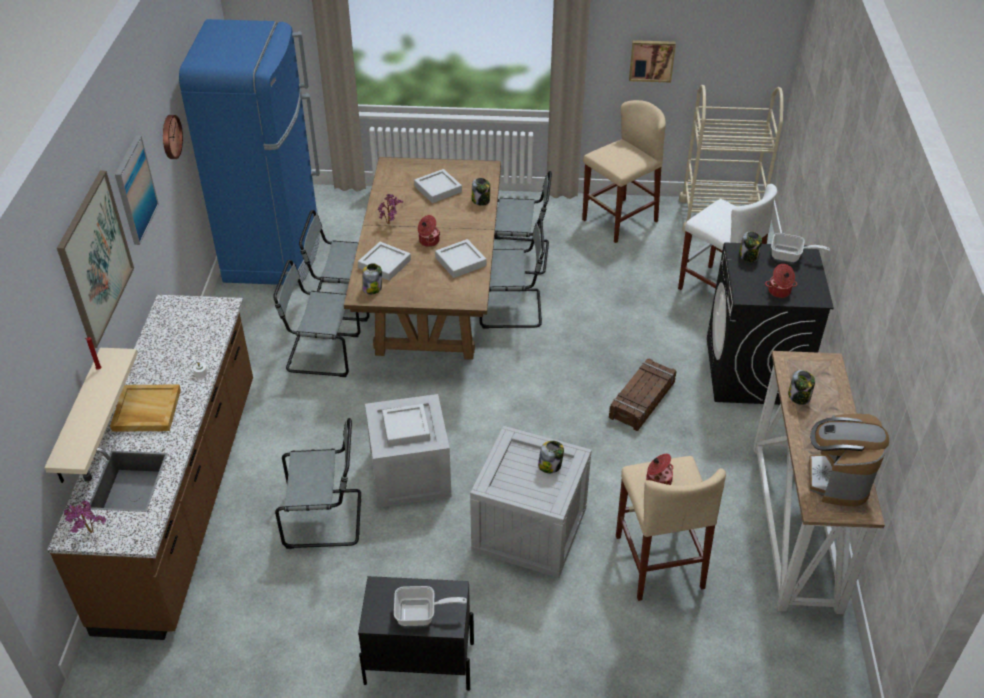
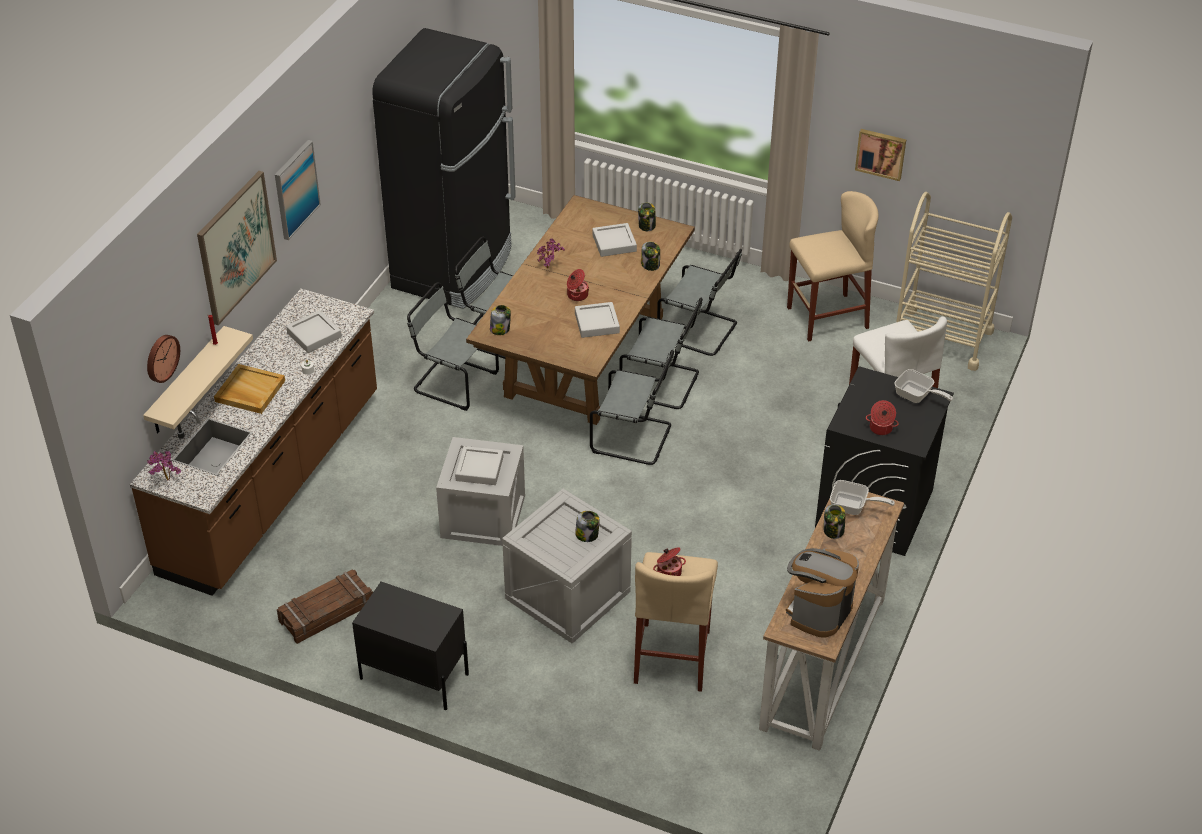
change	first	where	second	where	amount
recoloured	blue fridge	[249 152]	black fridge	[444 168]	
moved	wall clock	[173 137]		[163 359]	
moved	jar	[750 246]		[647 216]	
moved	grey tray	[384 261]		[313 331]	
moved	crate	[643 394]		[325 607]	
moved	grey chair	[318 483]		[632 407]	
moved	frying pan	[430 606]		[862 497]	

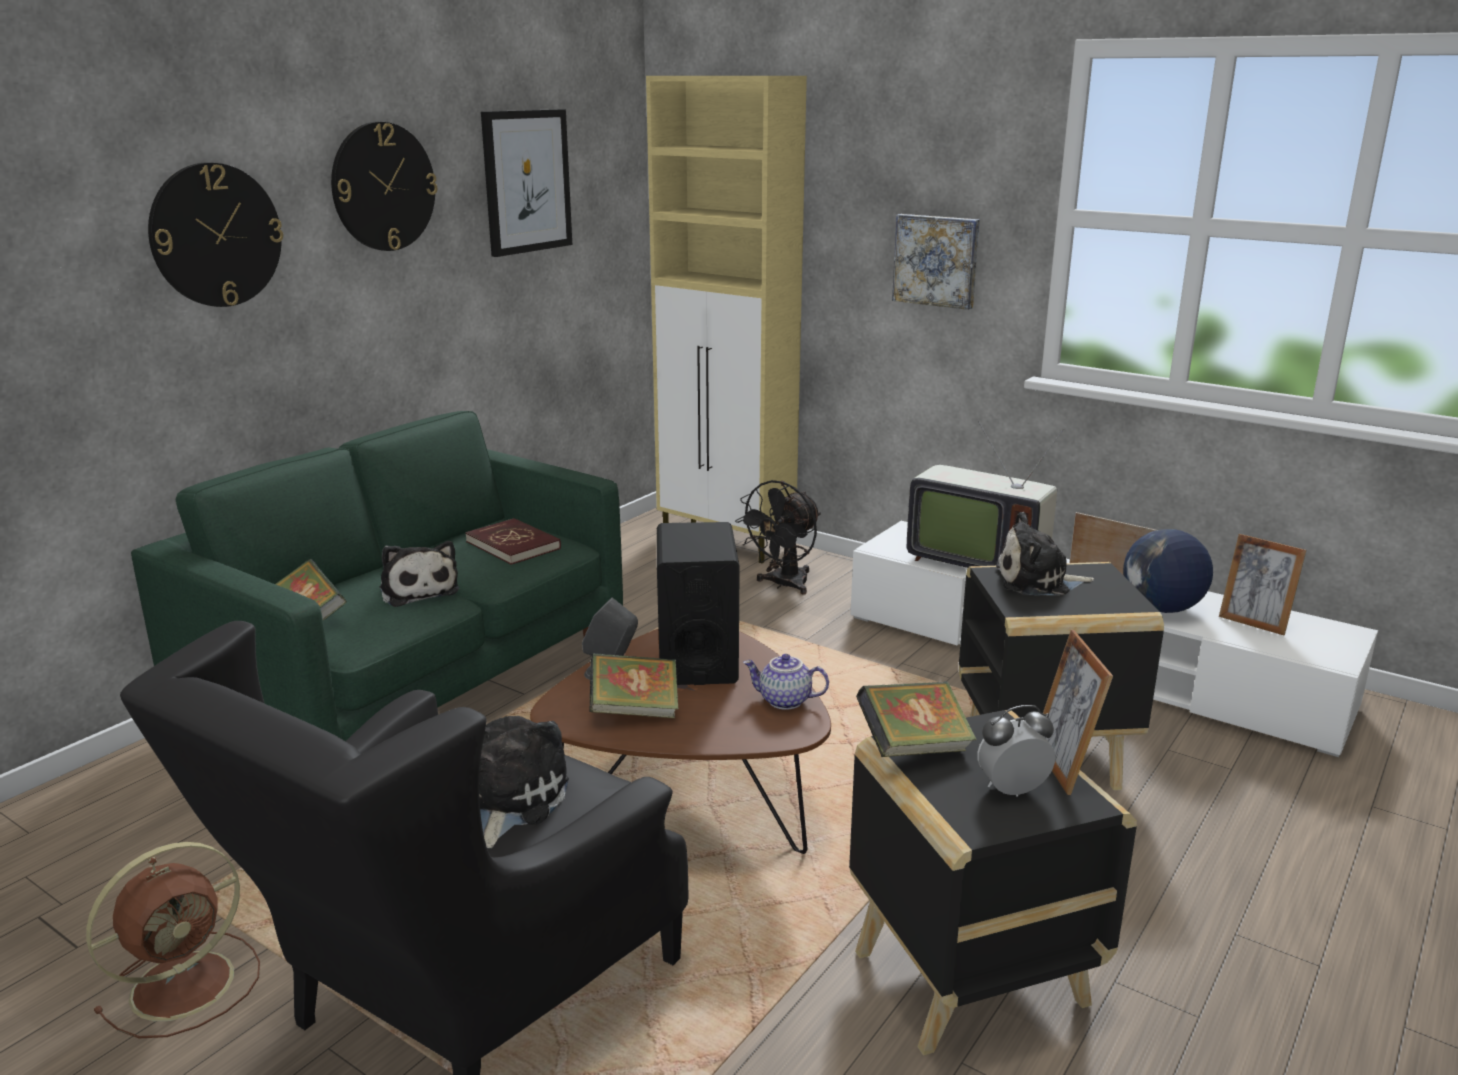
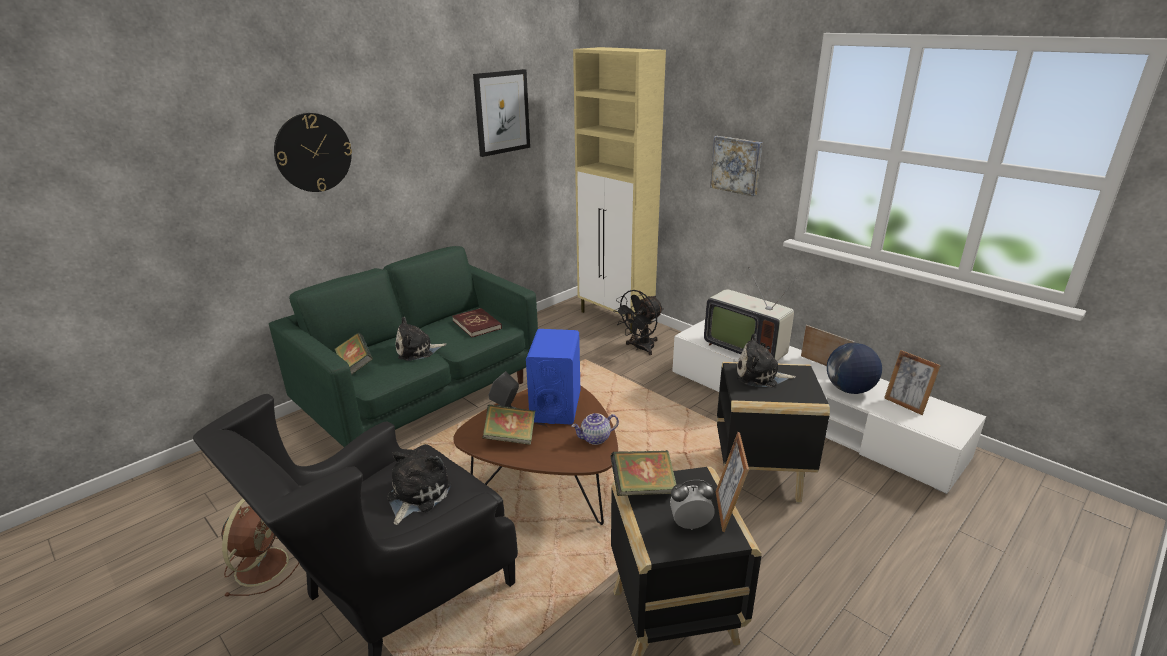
change	first	where	second	where	amount
removed	wall clock	[384 186]			
recoloured	black speaker	[698 603]	blue speaker	[553 376]	
turned	plush toy	[420 574]		[421 339]	90 degrees clockwise
turned	teapot	[786 682]		[595 429]	45 degrees counterclockwise
turned	brown fan	[173 940]		[260 547]	45 degrees counterclockwise

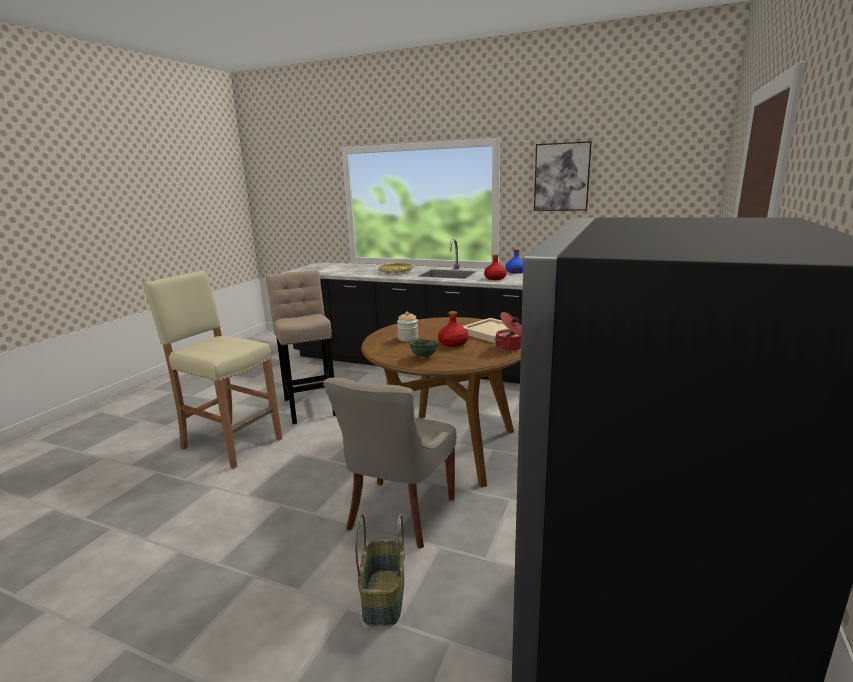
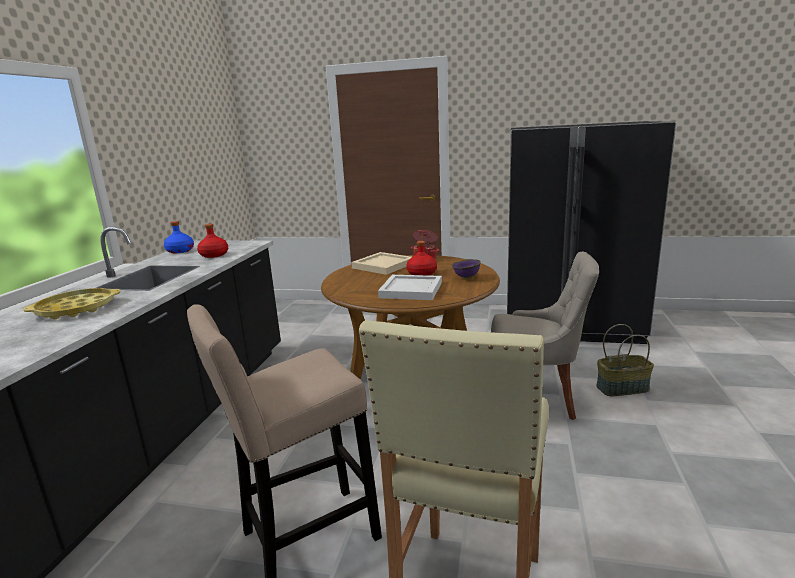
change	first	where	second	where	amount
removed	picture	[563 176]			
replaced	jar	[407 326]	white tray	[410 287]	
recoloured	green bowl	[423 349]	purple bowl	[466 269]	

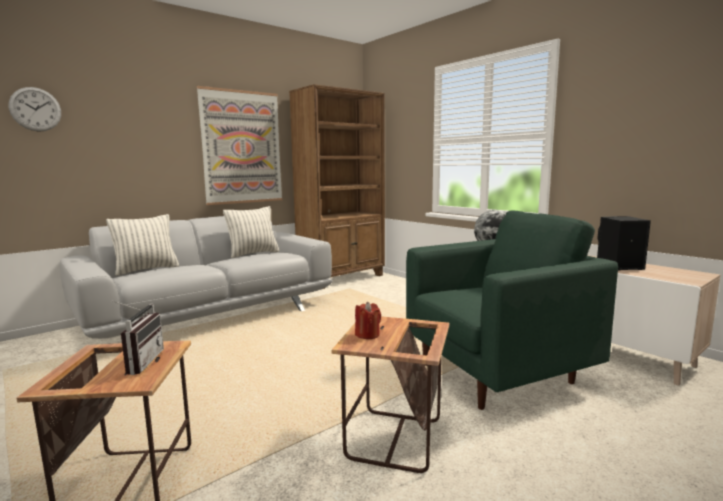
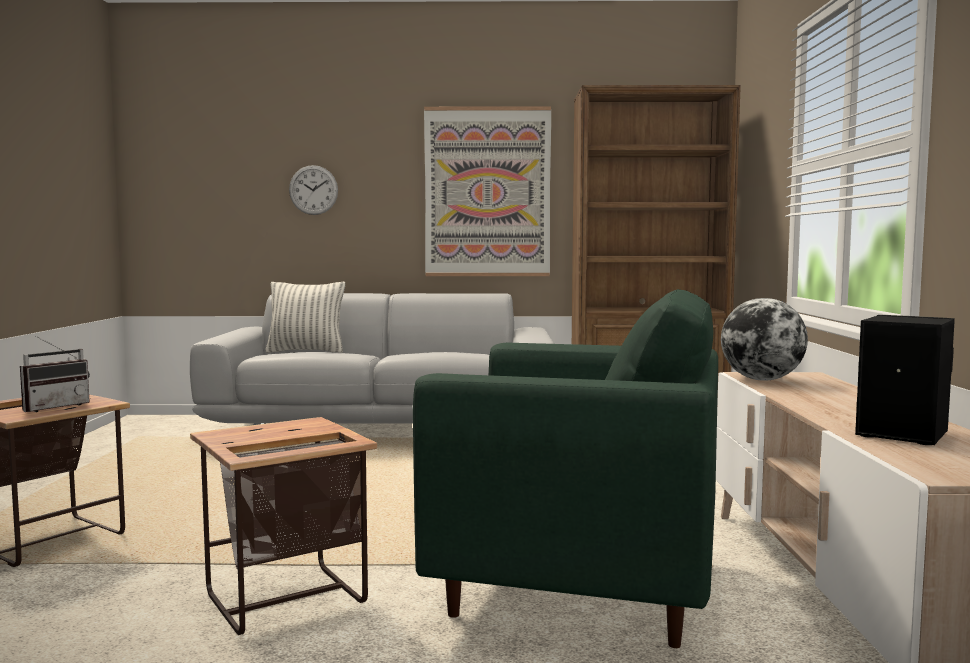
change	first	where	second	where	amount
moved	wall clock	[35 109]		[313 190]	
removed	pillow	[251 232]			
removed	red candle	[368 320]			

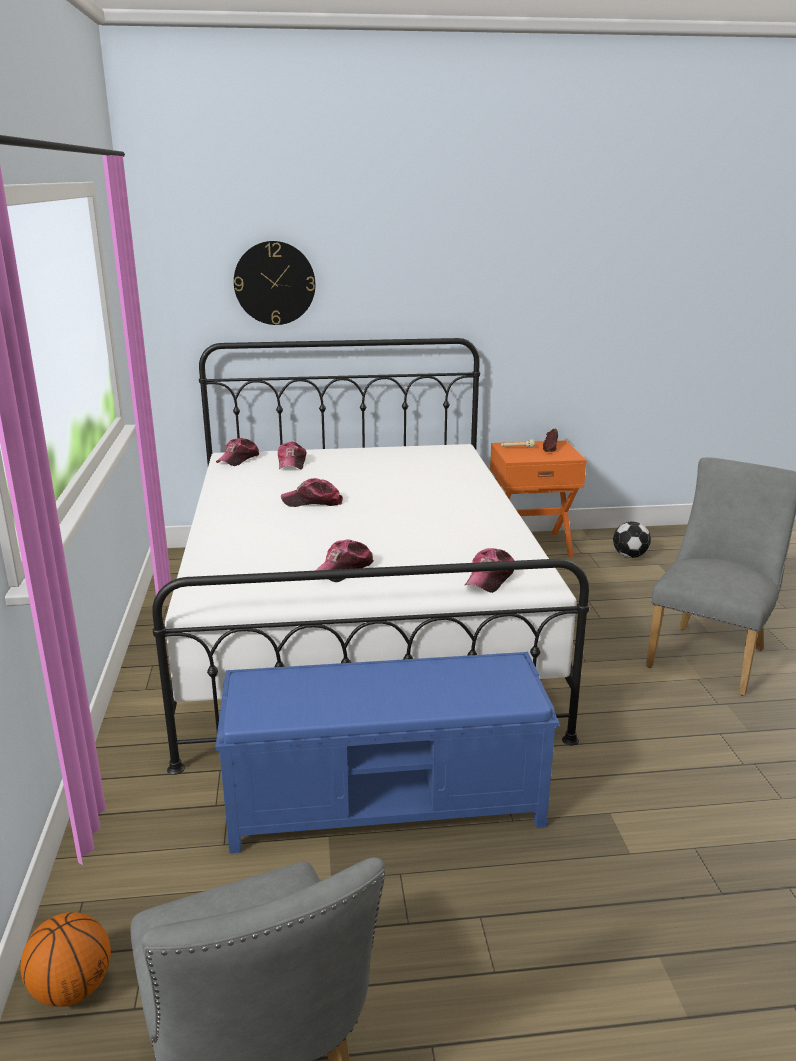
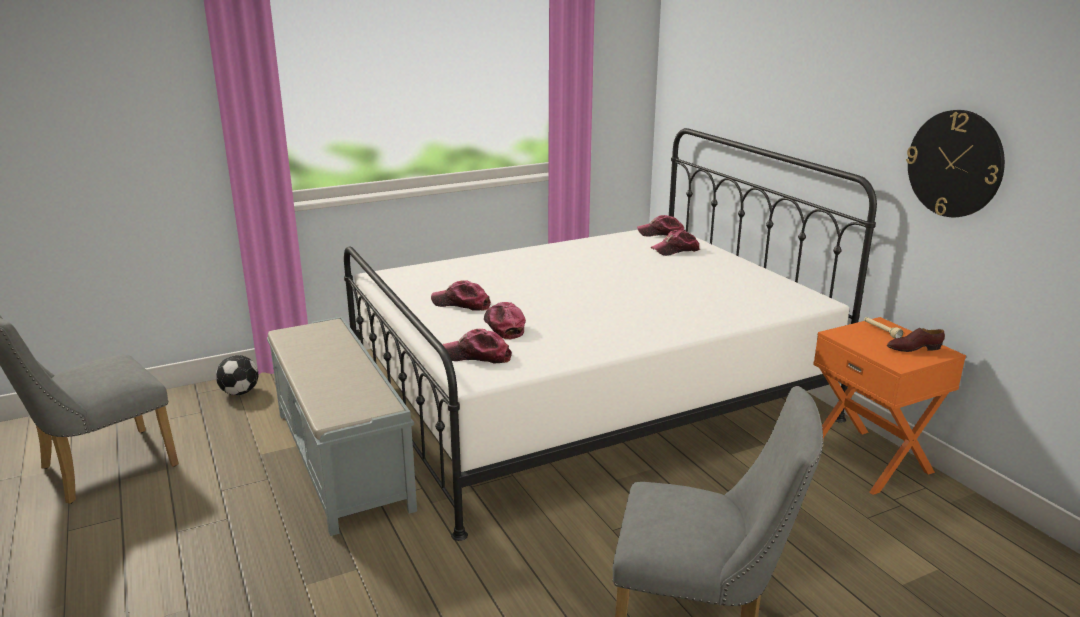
change	first	where	second	where	amount
moved	wall clock	[274 283]		[955 163]	
moved	cap	[312 492]		[505 320]	
moved	football	[632 539]		[237 375]	
recoloured	blue bench	[387 752]	grey bench	[342 426]	
removed	basketball	[65 959]			

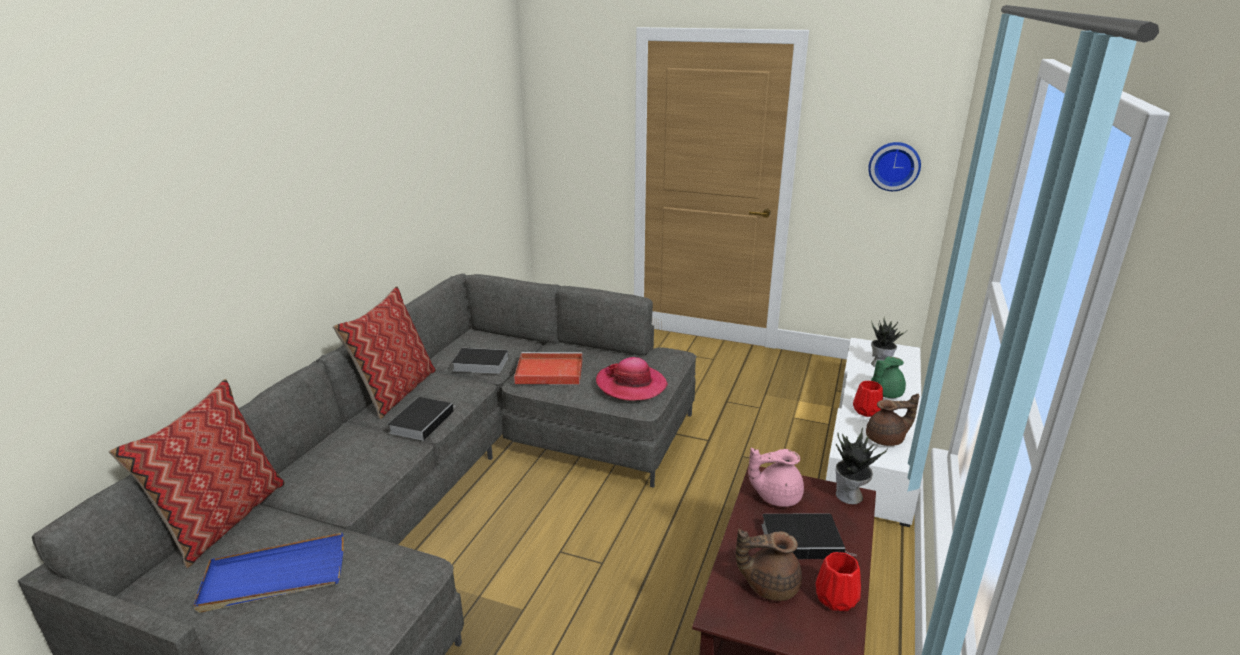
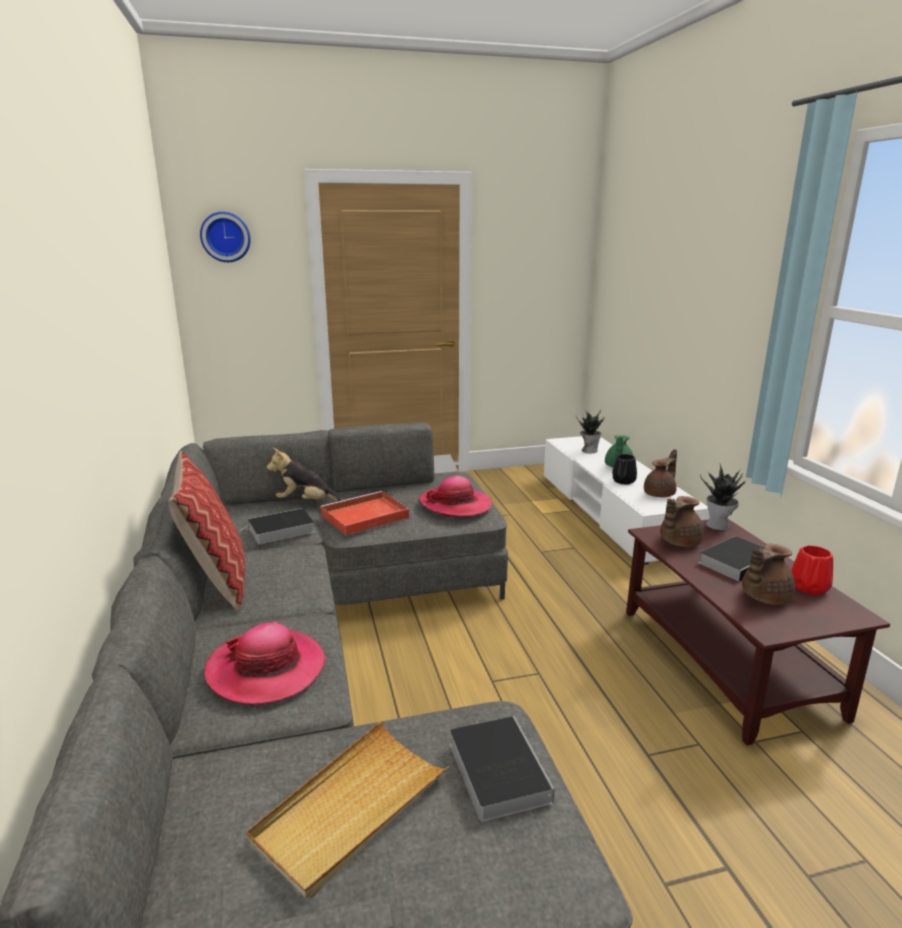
change	first	where	second	where	amount
moved	wall clock	[894 166]		[225 237]	
removed	pillow	[197 473]			
recoloured	red vase	[868 399]	black vase	[624 469]	
moved	book	[422 419]		[502 769]	
recoloured	pink teapot	[776 477]	brown teapot	[681 521]	
recoloured	blue tray	[268 572]	beige tray	[348 809]	
added			plush toy	[305 475]	
added			hat	[265 663]	

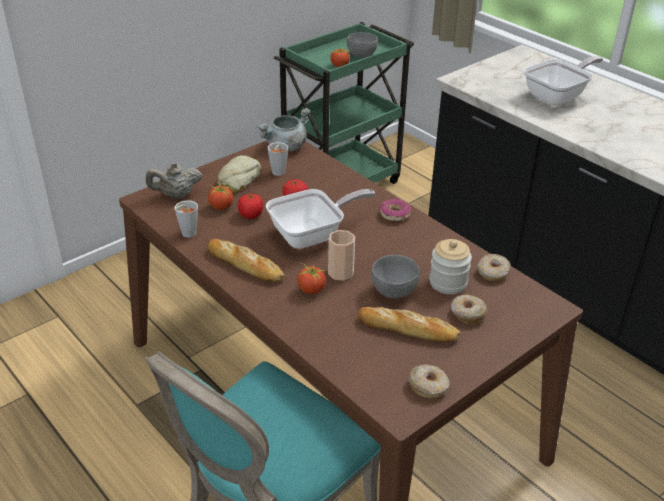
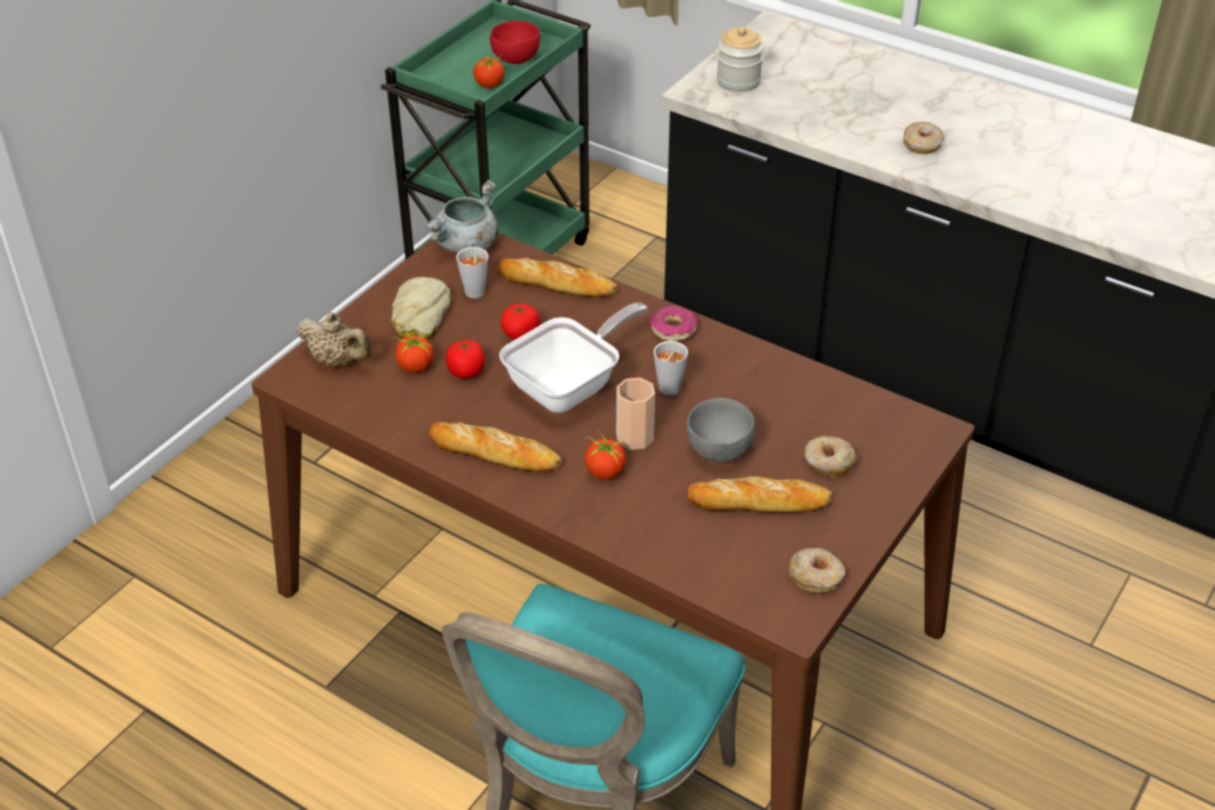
change	first	where	second	where	amount
recoloured	grey bowl	[362 45]	red bowl	[515 42]	
removed	frying pan	[563 81]			
turned	beige teapot	[174 180]		[333 339]	120 degrees counterclockwise
moved	grey cup	[186 219]		[671 368]	
moved	jar	[450 266]		[740 59]	
moved	donut	[494 267]		[923 138]	
added			bread	[557 277]	

